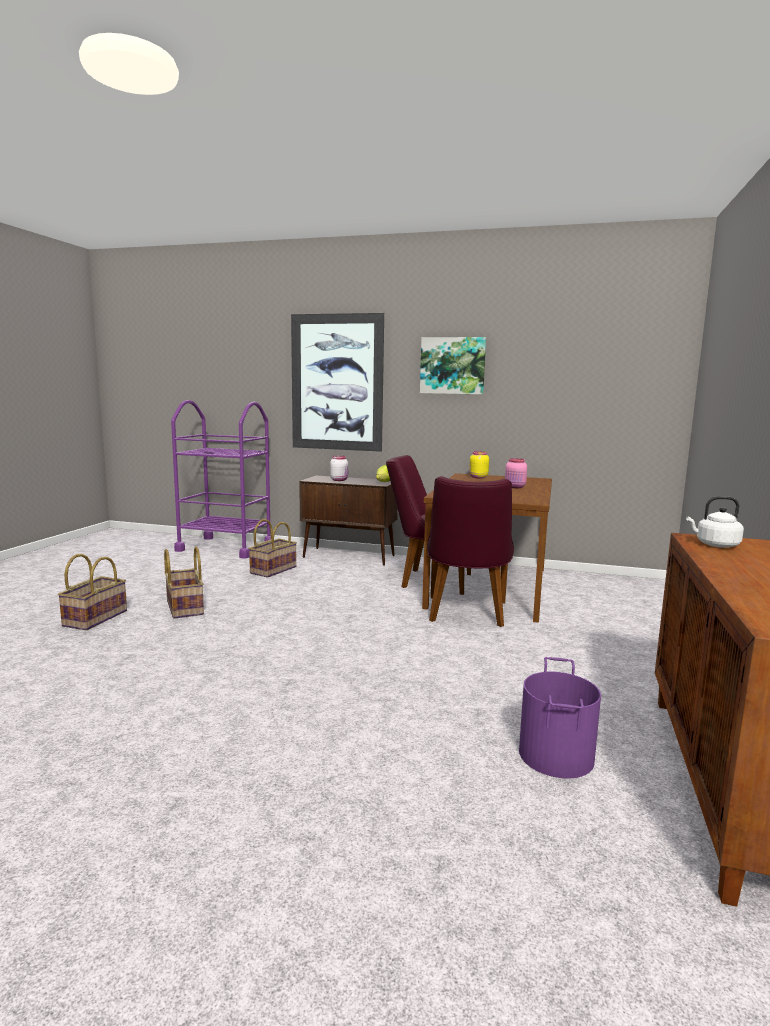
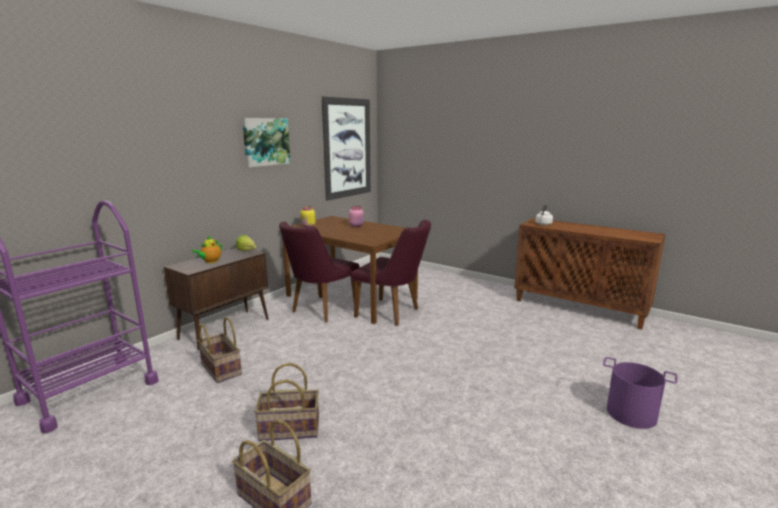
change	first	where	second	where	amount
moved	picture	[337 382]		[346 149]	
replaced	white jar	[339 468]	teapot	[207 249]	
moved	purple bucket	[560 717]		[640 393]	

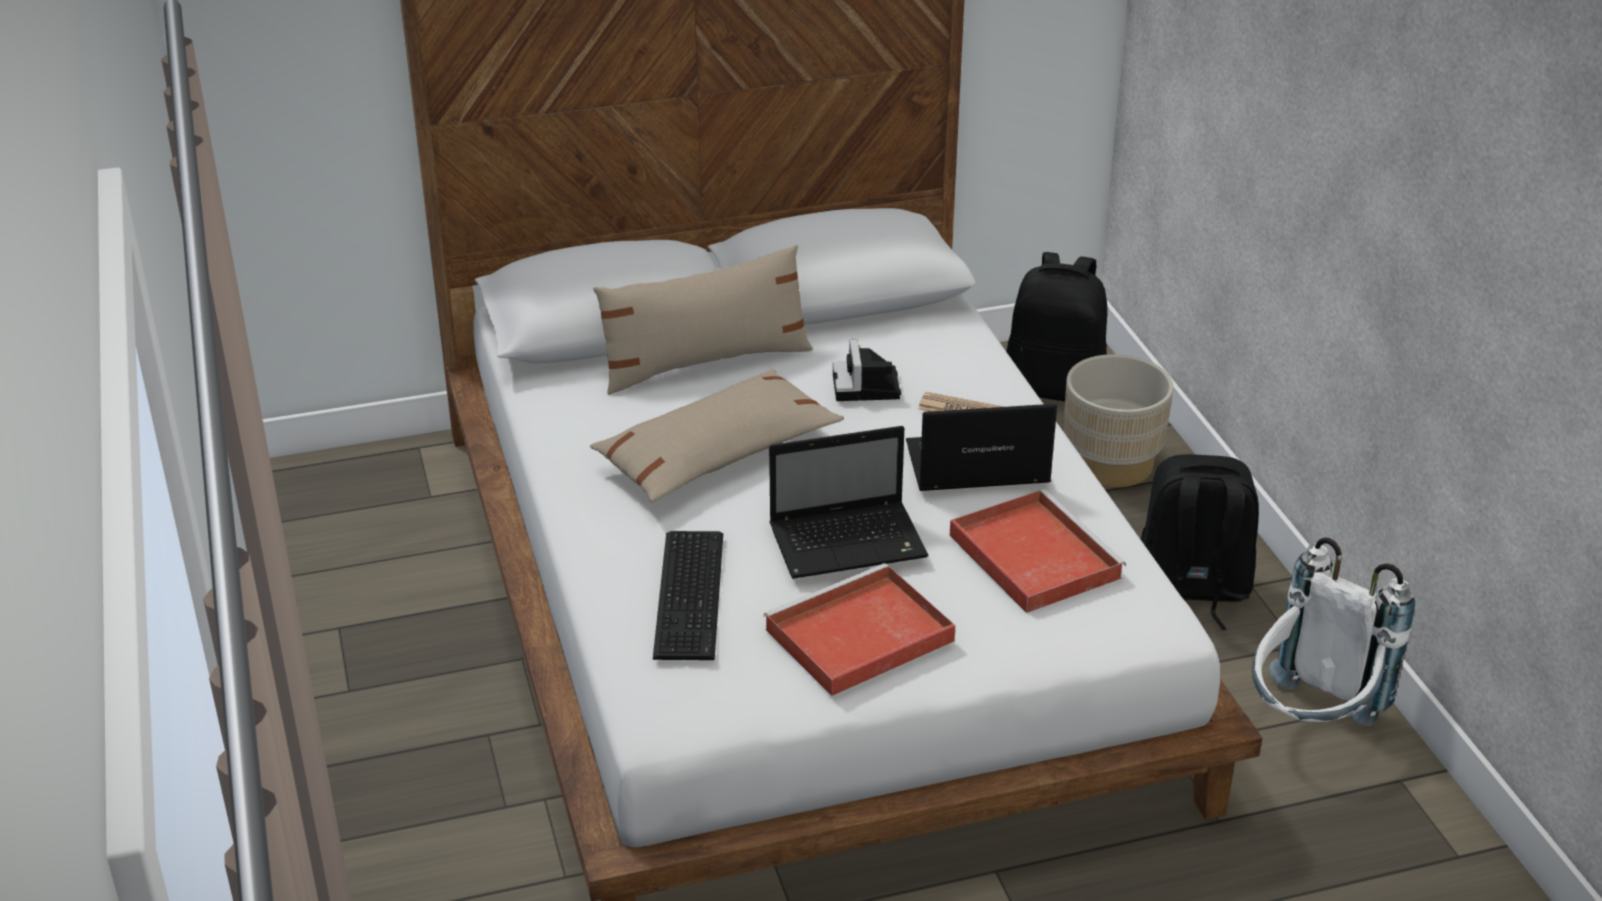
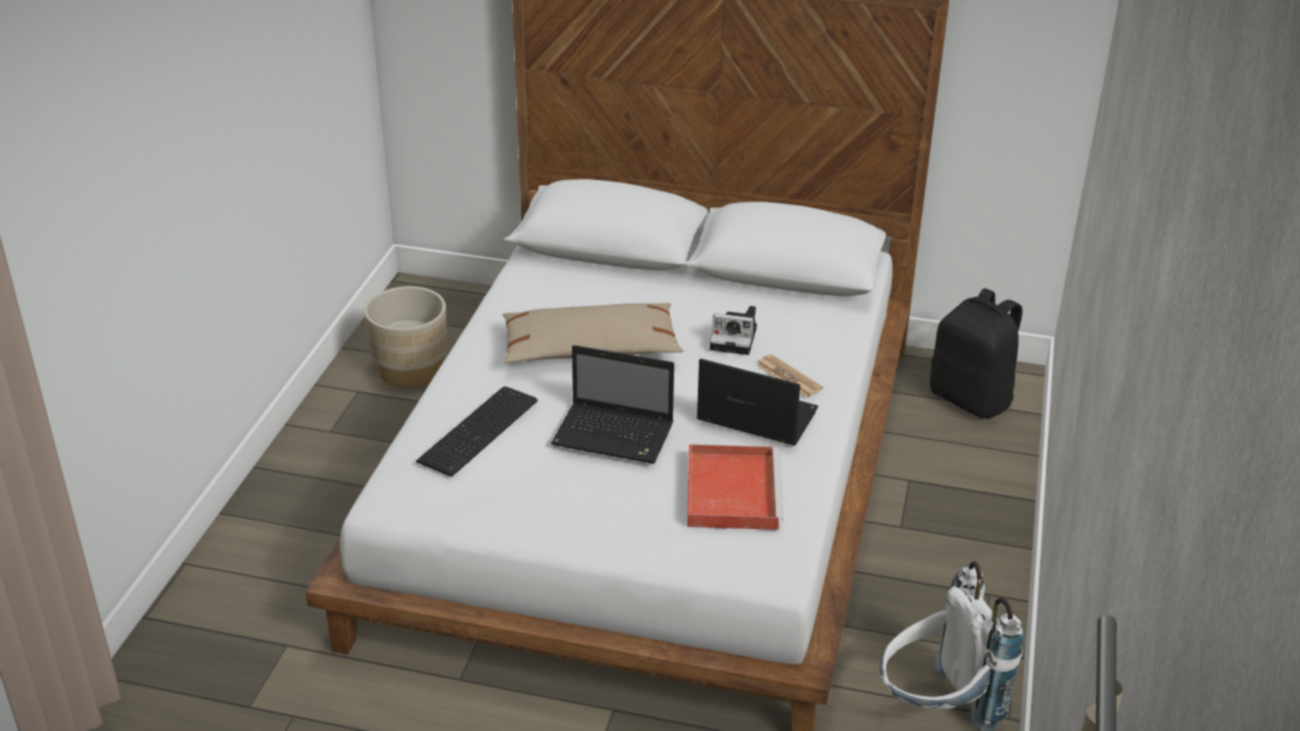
change	first	where	second	where	amount
removed	beige pillow	[703 320]			
turned	photo camera	[867 370]		[733 330]	105 degrees counterclockwise
moved	beige planter	[1118 421]		[405 337]	
removed	black backpack	[1200 542]			
removed	red tray	[859 629]			

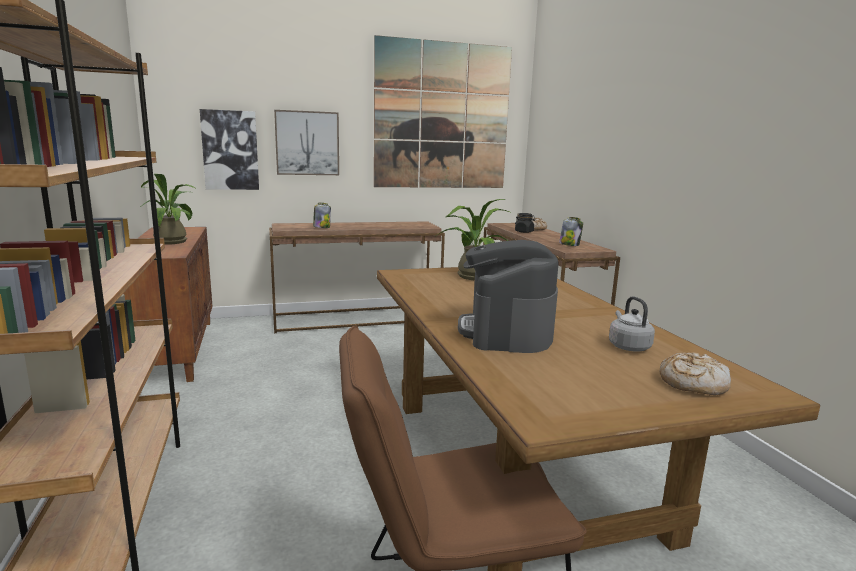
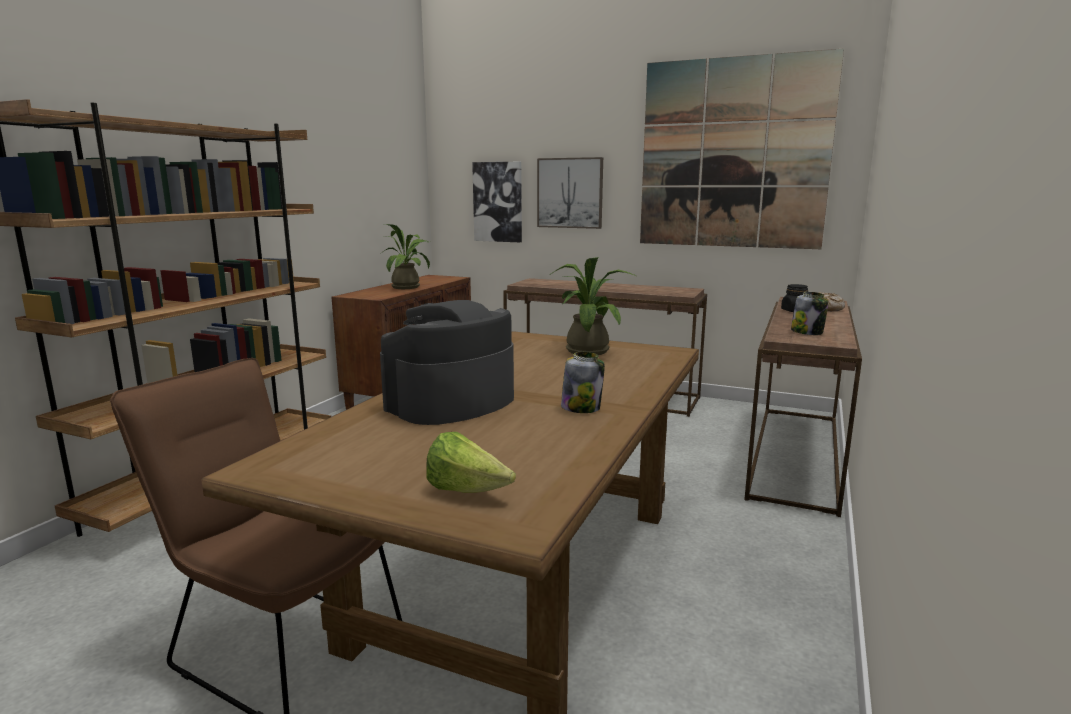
change	first	where	second	where	amount
moved	jar	[322 215]		[583 382]	
removed	grey kettle	[632 323]			
replaced	bread	[695 374]	lettuce	[471 462]	

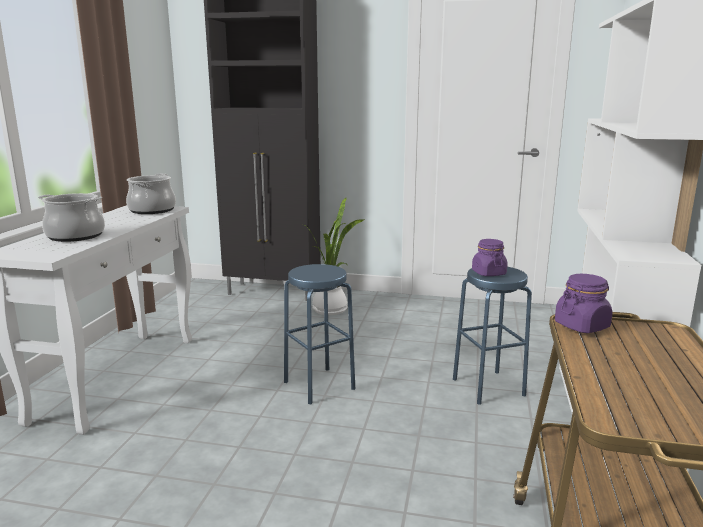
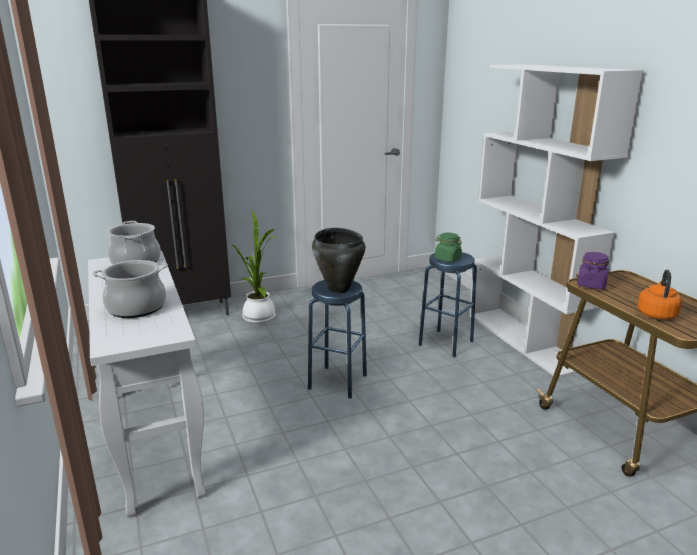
change	first	where	second	where	amount
recoloured	purple jar	[490 257]	green jar	[448 247]	
added			black cooking pot	[338 260]	
added			orange kettle	[659 295]	

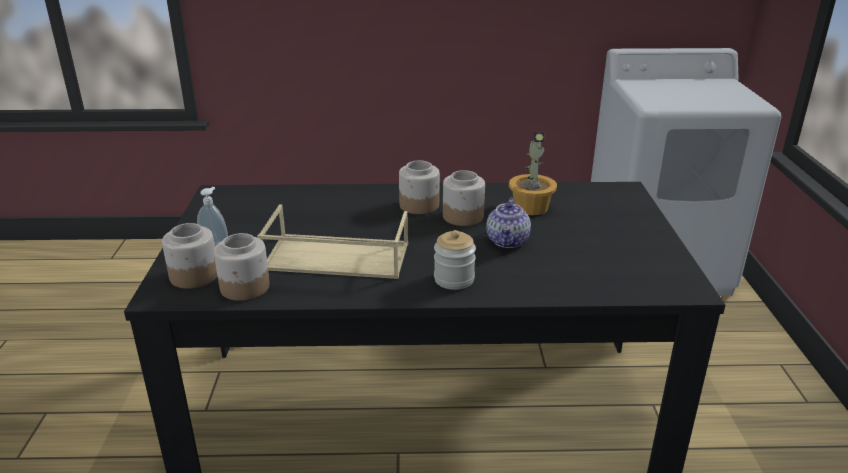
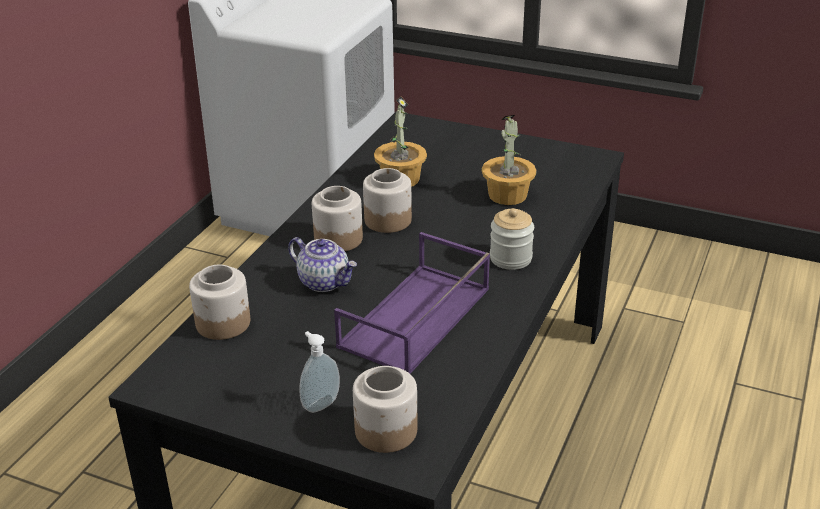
change	first	where	second	where	amount
moved	teapot	[508 223]		[322 264]	
recoloured	beige tray	[332 241]	purple tray	[412 303]	
moved	jar	[242 267]		[219 302]	
added			potted plant	[509 160]	

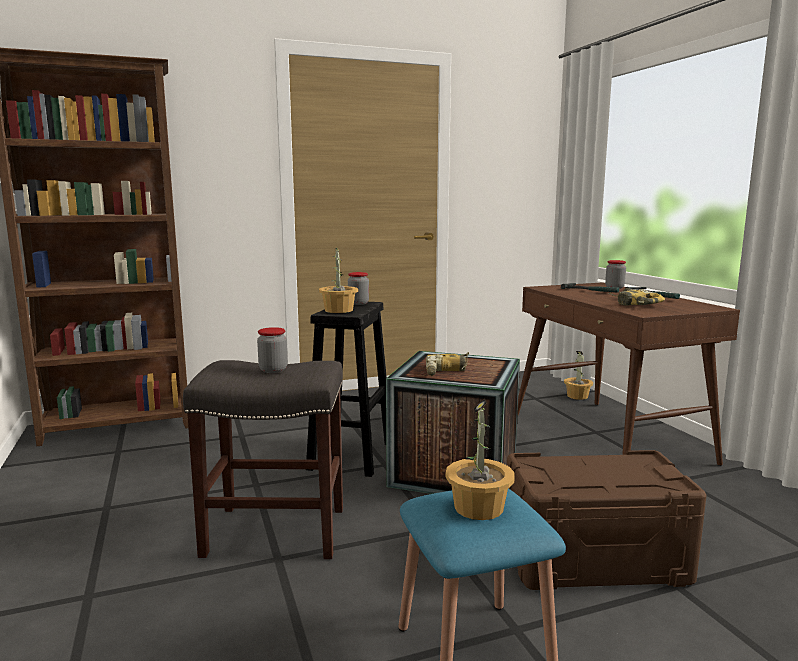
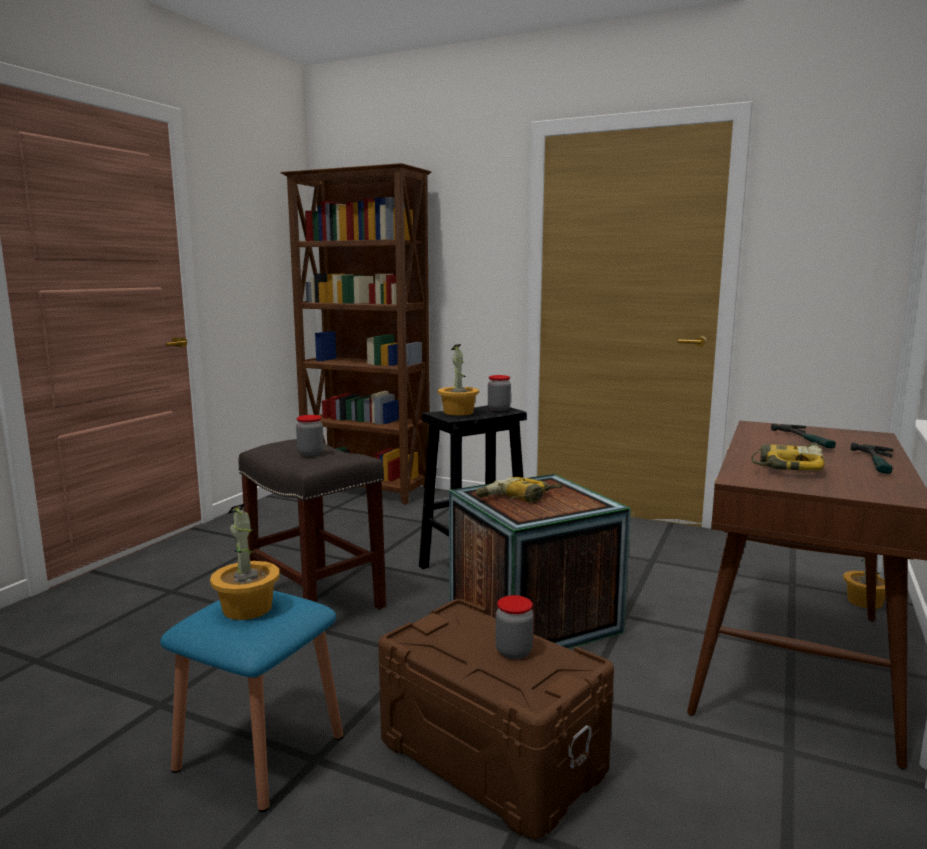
change	first	where	second	where	amount
moved	jar	[615 274]		[515 627]	

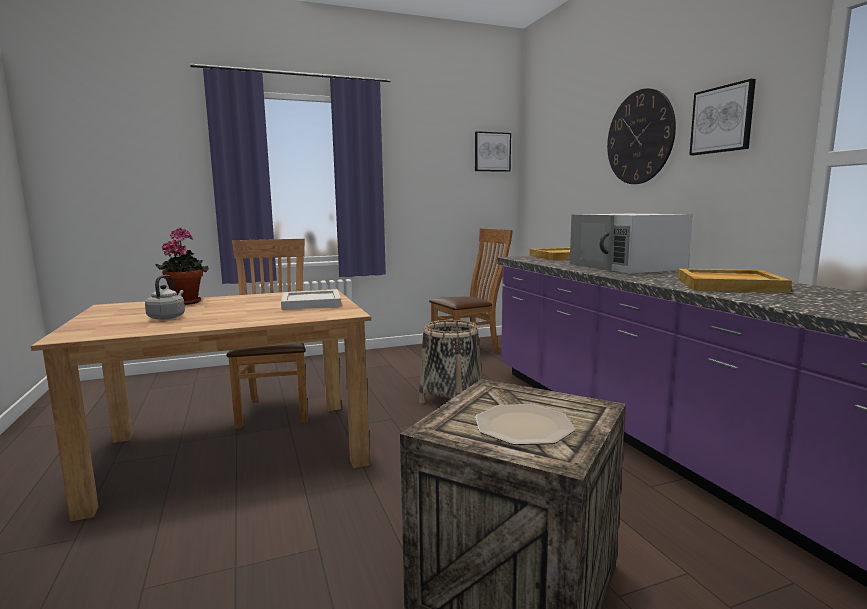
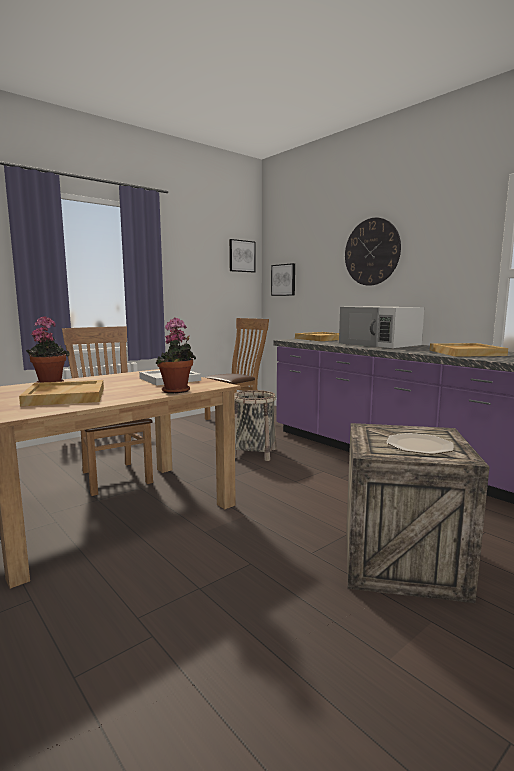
change	first	where	second	where	amount
moved	picture	[722 117]		[283 279]	
replaced	grey kettle	[165 297]	beige tray	[61 393]	
added			potted plant	[176 356]	

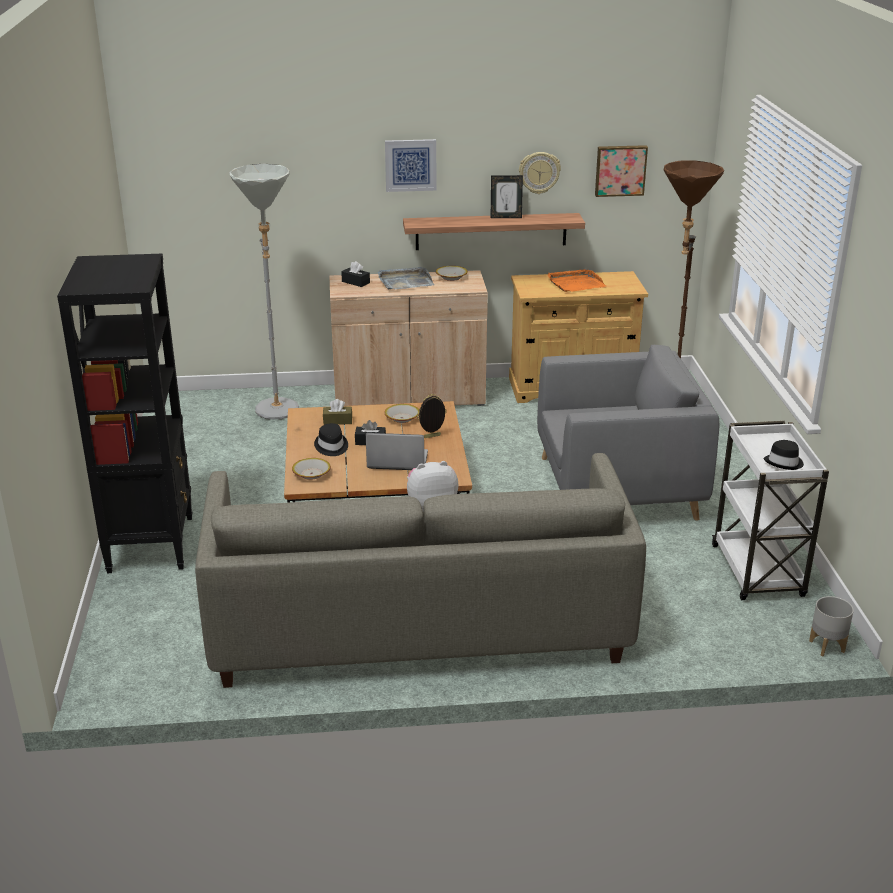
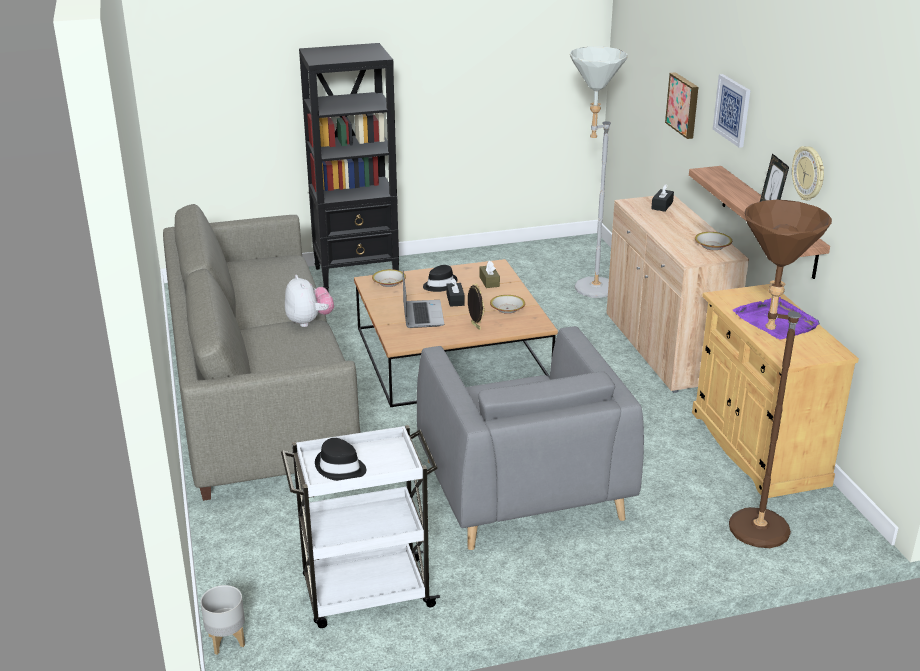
change	first	where	second	where	amount
moved	picture	[621 171]		[681 105]	
removed	grey tray	[406 278]			
recoloured	orange tray	[576 280]	purple tray	[776 318]	

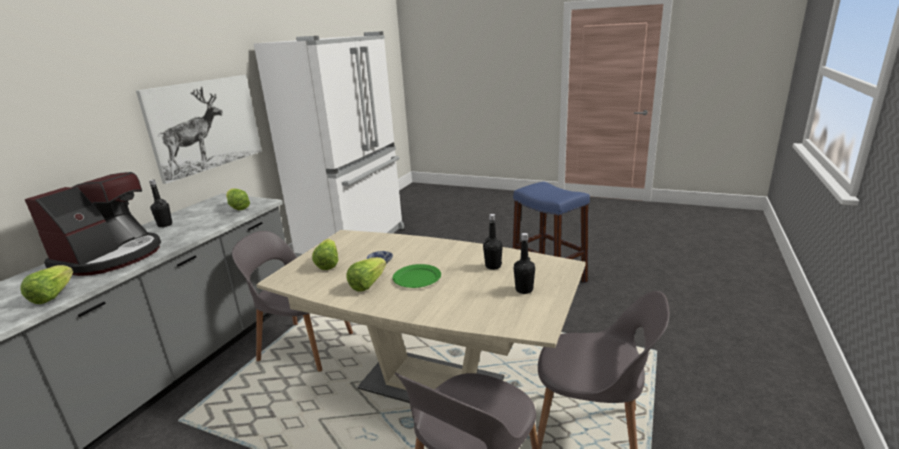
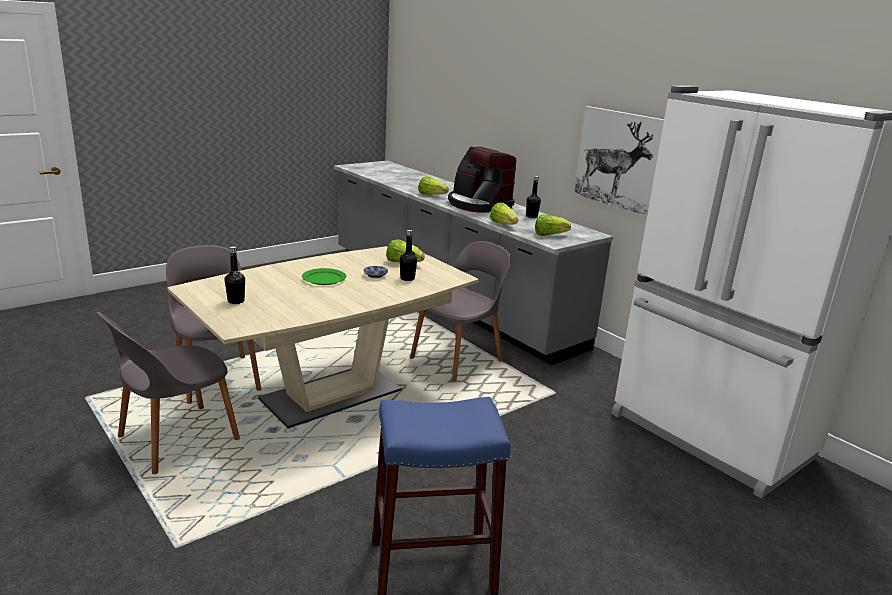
change	first	where	second	where	amount
moved	black bottle	[493 242]		[408 255]	
moved	lettuce	[366 274]		[504 214]	

